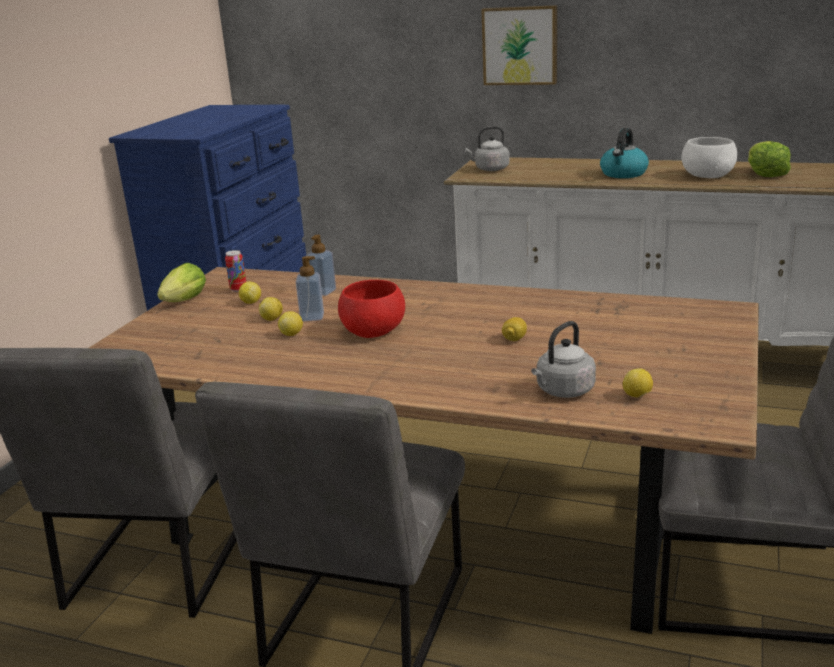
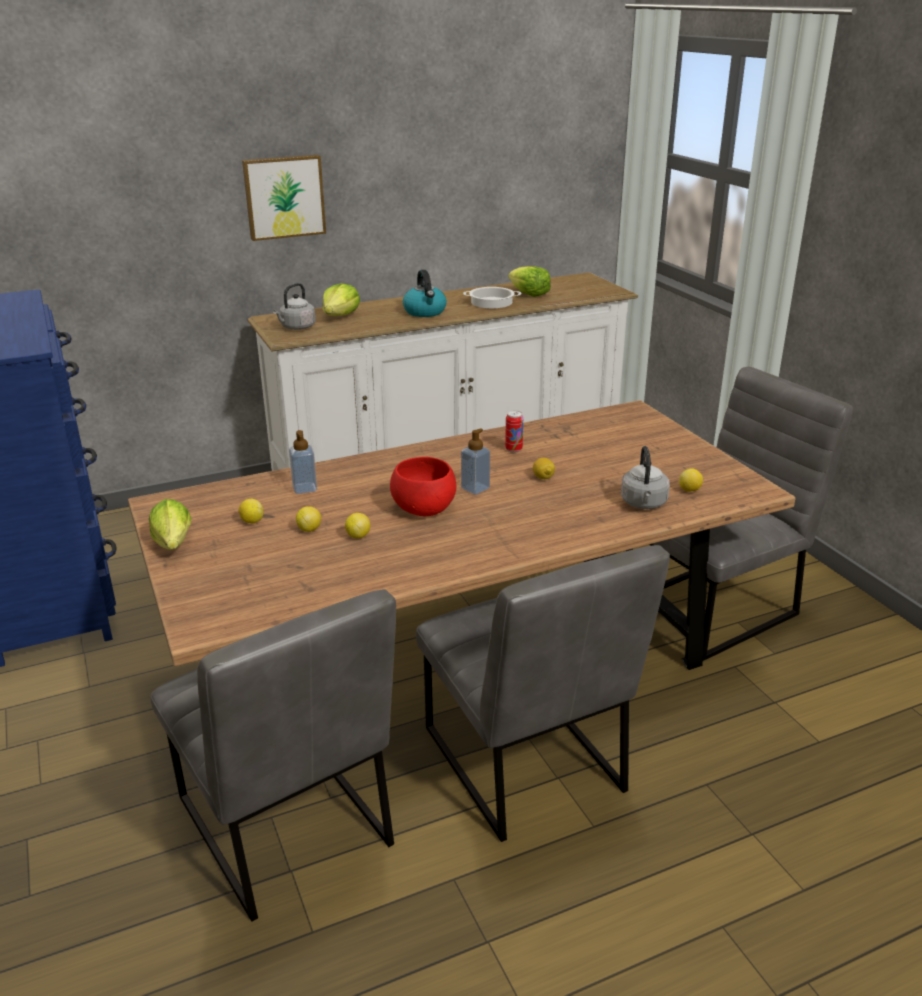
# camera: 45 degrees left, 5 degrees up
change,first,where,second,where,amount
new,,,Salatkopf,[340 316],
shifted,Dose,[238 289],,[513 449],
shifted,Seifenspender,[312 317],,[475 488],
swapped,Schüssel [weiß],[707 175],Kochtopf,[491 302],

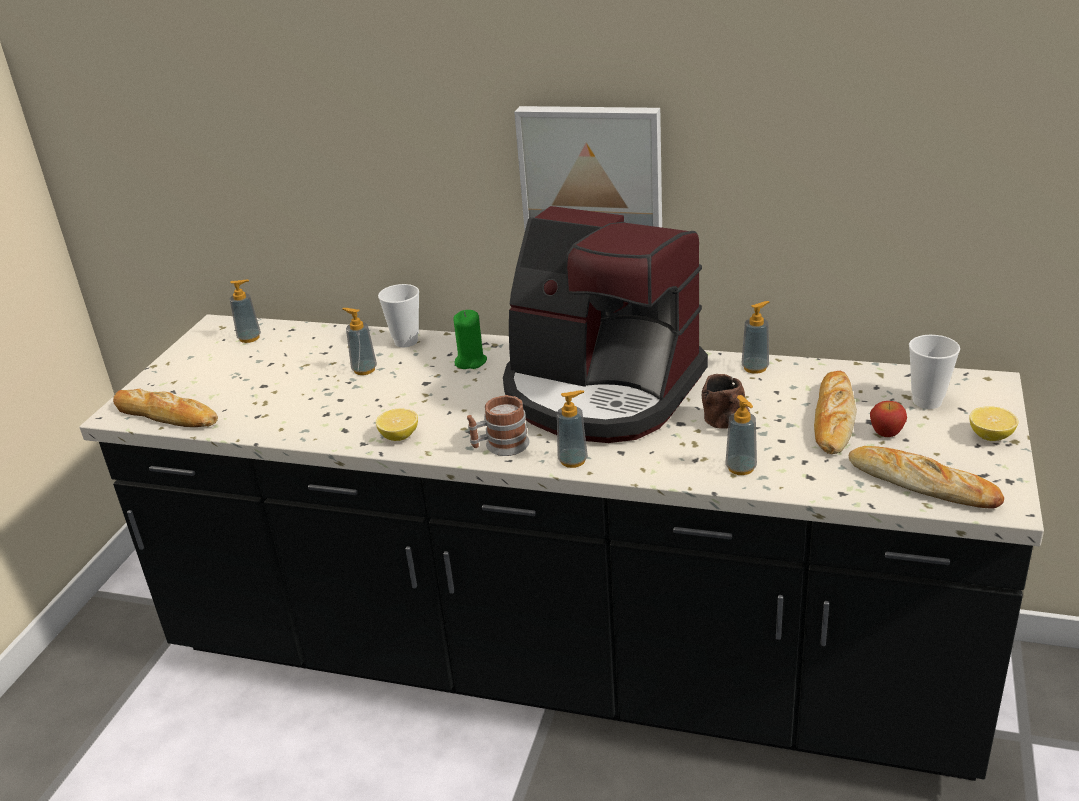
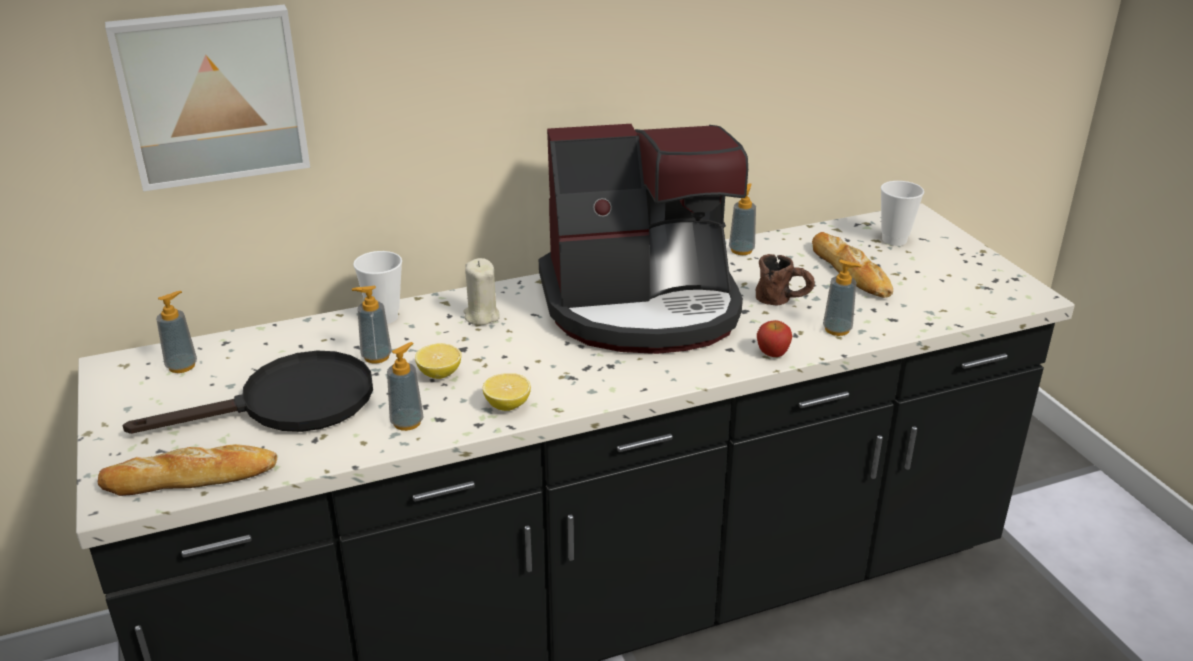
# camera: 40 degrees left, 0 degrees up
change,first,where,second,where,amount
gone,Henkelbecher,[500 446],,,
gone,Brot,[922 484],,,
new,,,Pfanne [schwarz],[289 404],
shifted,Bild,[592 175],,[212 95],
shifted,Seifenspender,[573 460],,[407 422],
shifted,Apfel,[886 433],,[772 353],
shifted,Zitrone,[990 436],,[439 374],
repainted,Kerze [grün],[470 361],Kerze [beige],[481 316],

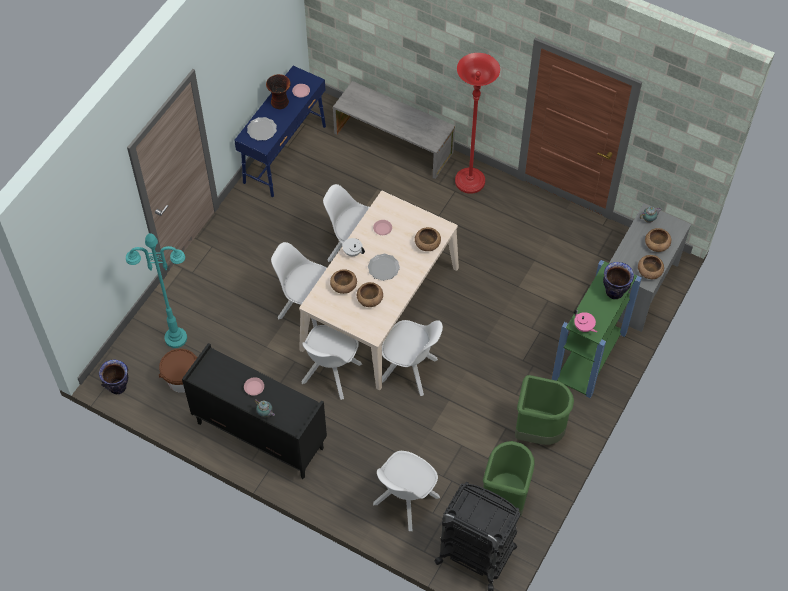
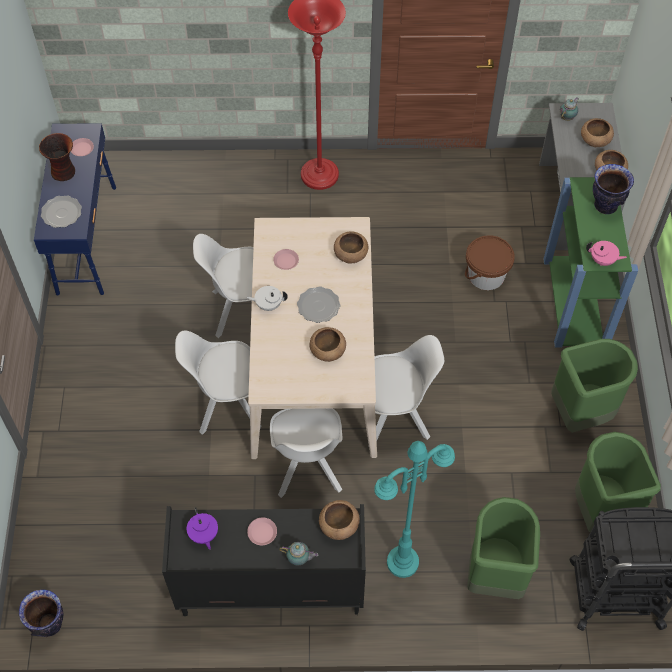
# camera: 30 degrees left, 0 degrees up
change,first,where,second,where,amount
gone,Bank [grau],[394 142],,,
new,,,Teekanne [lila],[203 534],
shifted,Stehlampe [türkis],[176 338],,[403 562],
shifted,Eimer [braun],[182 379],,[486 275],
shifted,Schüssel [braun],[343 286],,[338 525],
swapped,Stuhl [weiß],[405 501],Mülleimer [grün],[494 574],

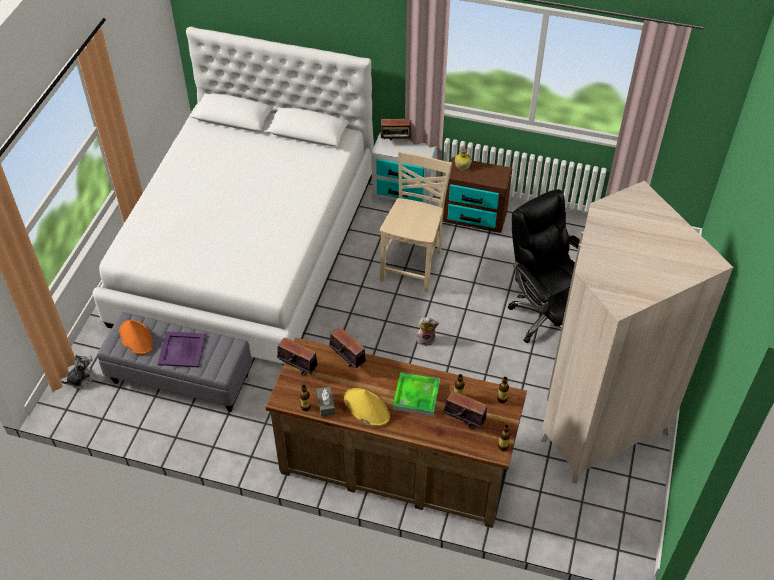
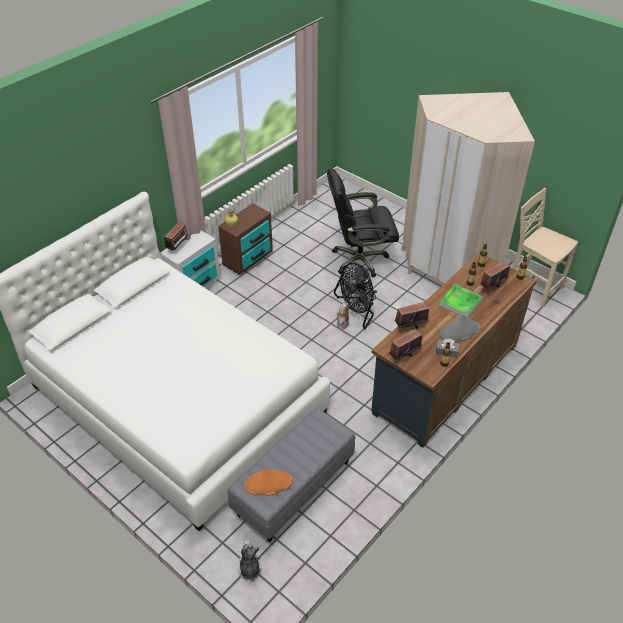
# camera: 65 degrees left, 5 degrees down
change,first,where,second,where,amount
gone,Tablett [lila],[182 350],,,
new,,,Ventilator [schwarz],[358 308],
shifted,Stuhl [beige],[413 266],,[532 286],
repainted,Hut [gelb],[366 408],Hut [grau],[459 331],

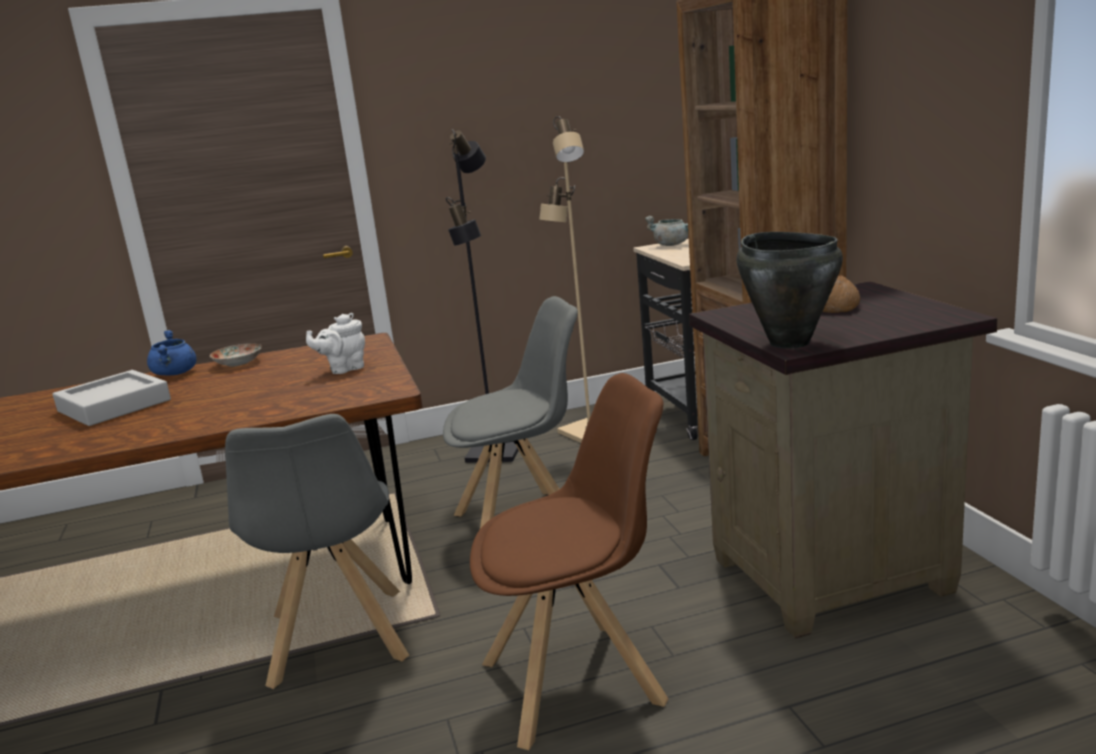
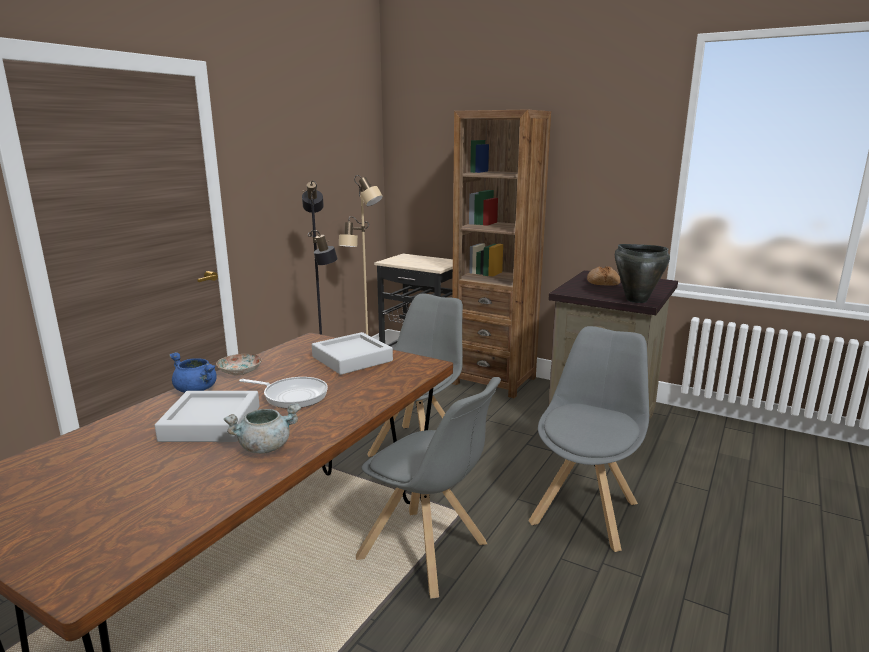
# camera: 45 degrees left, 0 degrees up
change,first,where,second,where,amount
new,,,Pfanne,[292 396],
shifted,Kochtopf [grau],[672 245],,[265 447],
swapped,Teekanne [weiß],[344 369],Tablett [grau],[352 359],
repainted,Stuhl [braun],[580 679],Stuhl [grau],[585 509],

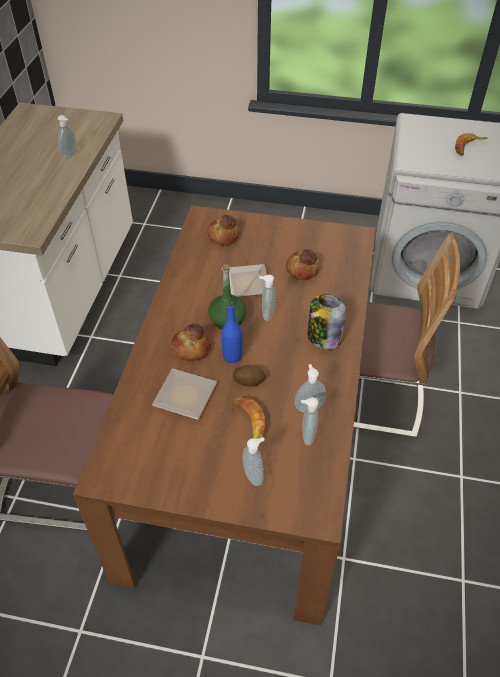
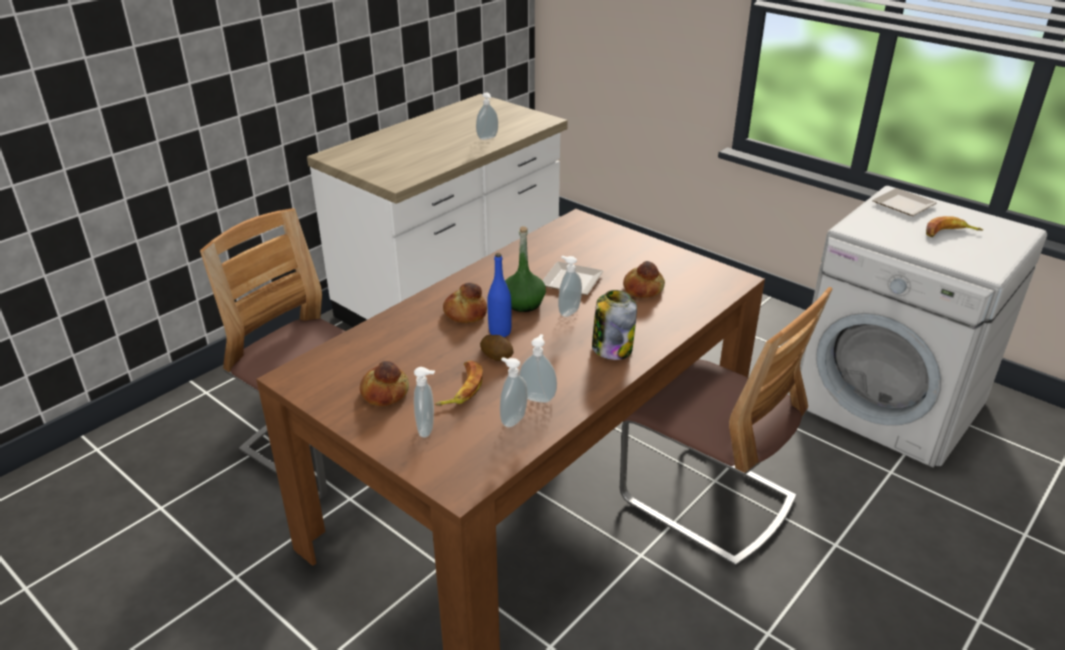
# camera: 30 degrees right, 15 degrees down
change,first,where,second,where,amount
shifted,Teller,[184 394],,[902 204],
shifted,Brot,[223 236],,[384 392],

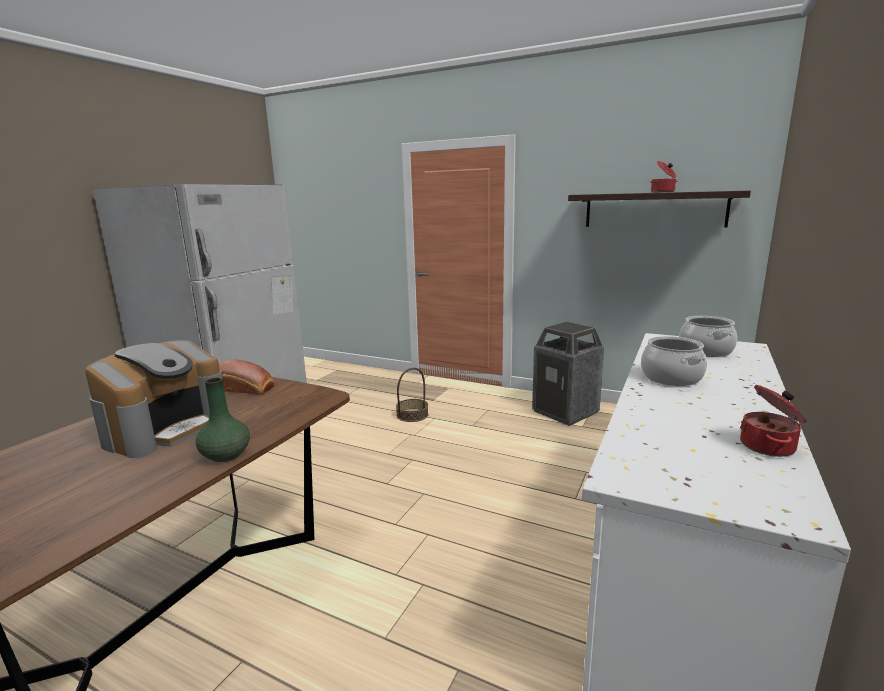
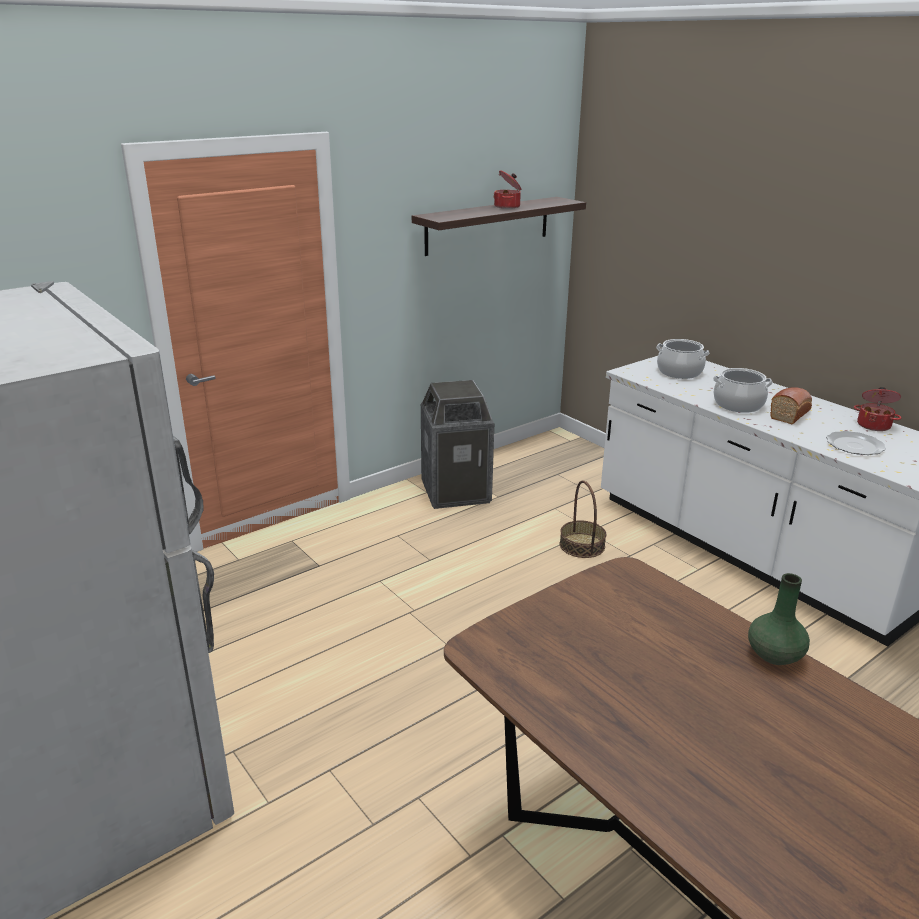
# camera: 65 degrees left, 10 degrees up
change,first,where,second,where,amount
gone,Kaffeemaschine,[166 428],,,
new,,,Teller,[854 446],
shifted,Brot,[248 389],,[790 414],
shifted,Korb,[412 415],,[582 545],

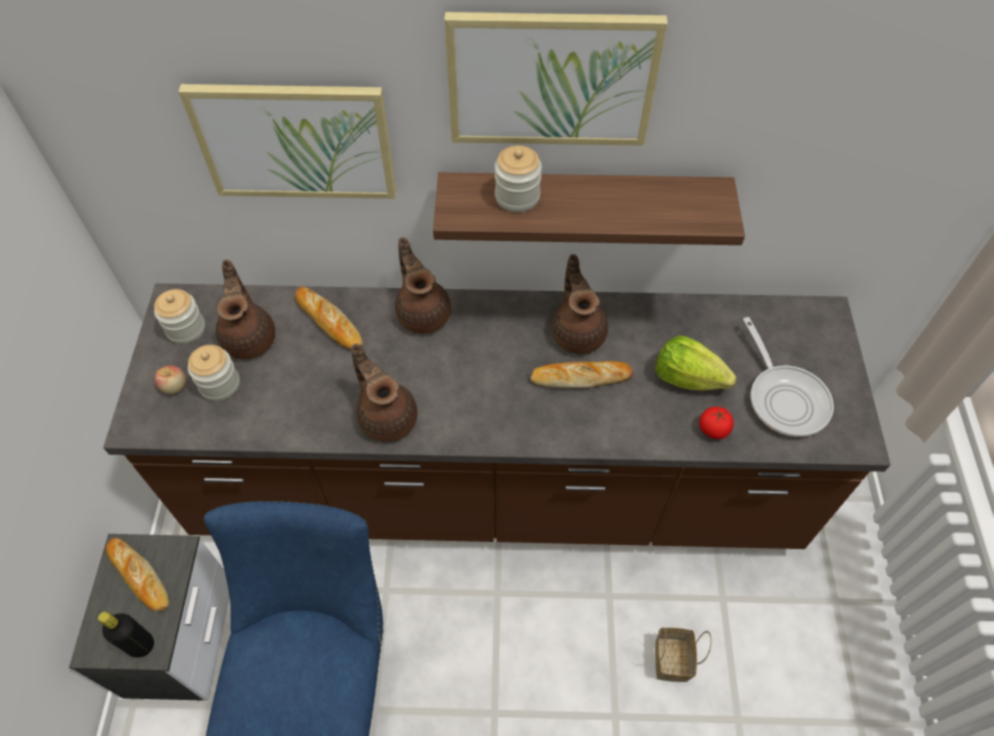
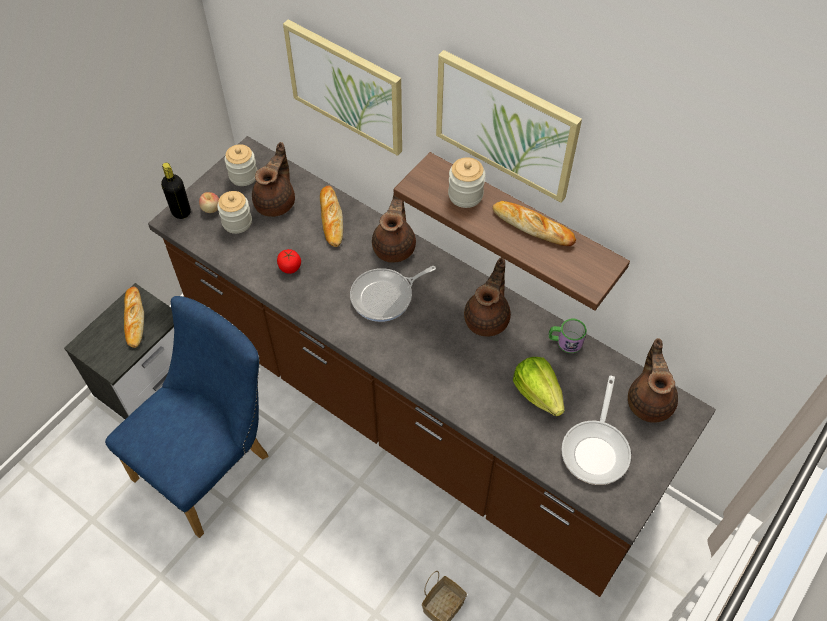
# camera: 35 degrees right, 0 degrees up
change,first,where,second,where,amount
new,,,Pfanne,[385 297],
new,,,Henkelbecher,[565 341],
shifted,Flasche [schwarz],[140 645],,[181 212],
shifted,Teekanne [braun],[387 416],,[650 401],
shifted,Brot,[580 377],,[533 226],
shifted,Tomate,[713 429],,[290 267],

